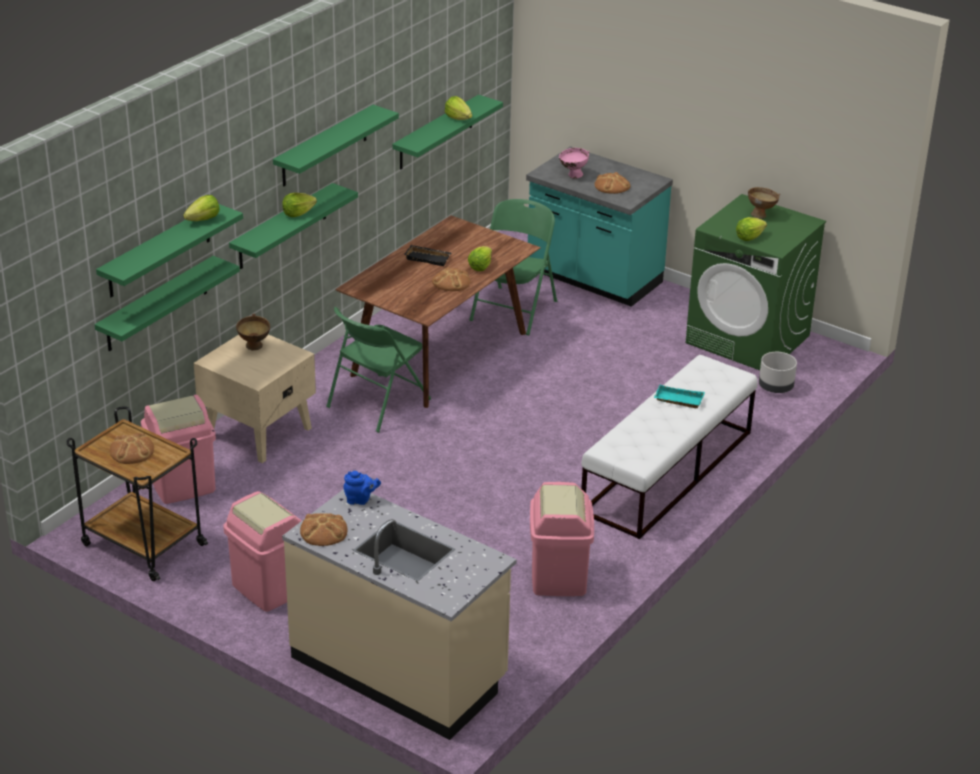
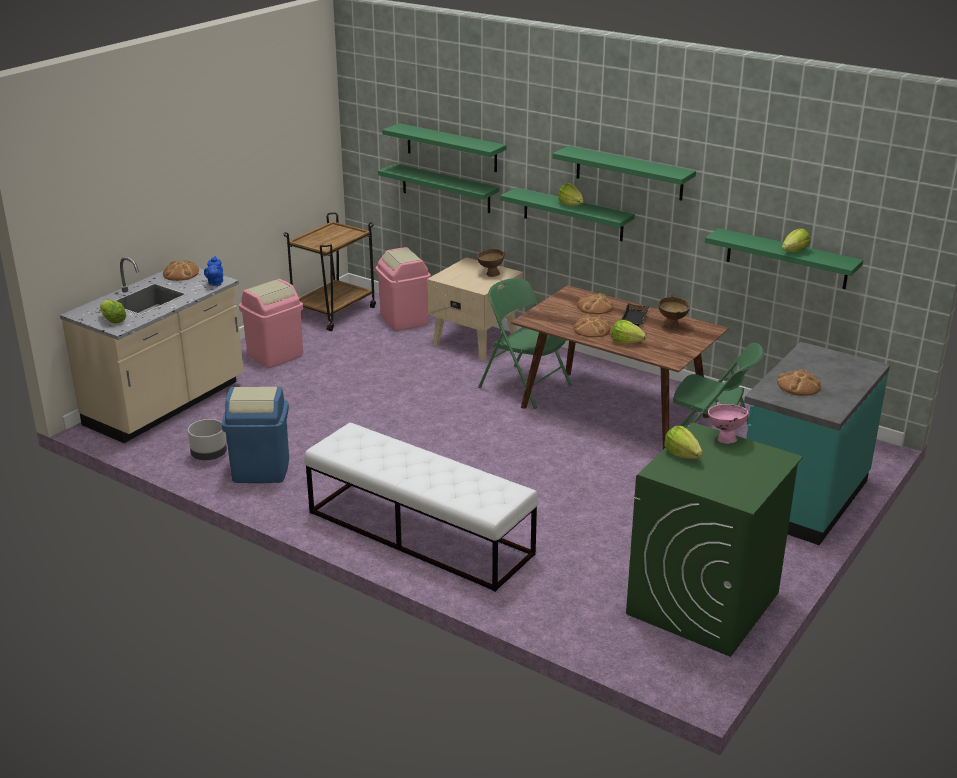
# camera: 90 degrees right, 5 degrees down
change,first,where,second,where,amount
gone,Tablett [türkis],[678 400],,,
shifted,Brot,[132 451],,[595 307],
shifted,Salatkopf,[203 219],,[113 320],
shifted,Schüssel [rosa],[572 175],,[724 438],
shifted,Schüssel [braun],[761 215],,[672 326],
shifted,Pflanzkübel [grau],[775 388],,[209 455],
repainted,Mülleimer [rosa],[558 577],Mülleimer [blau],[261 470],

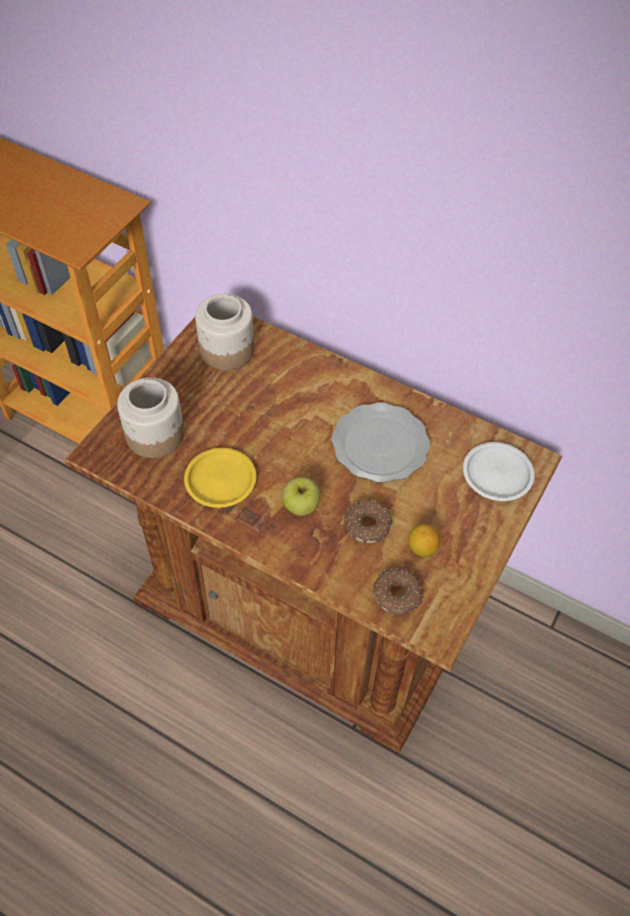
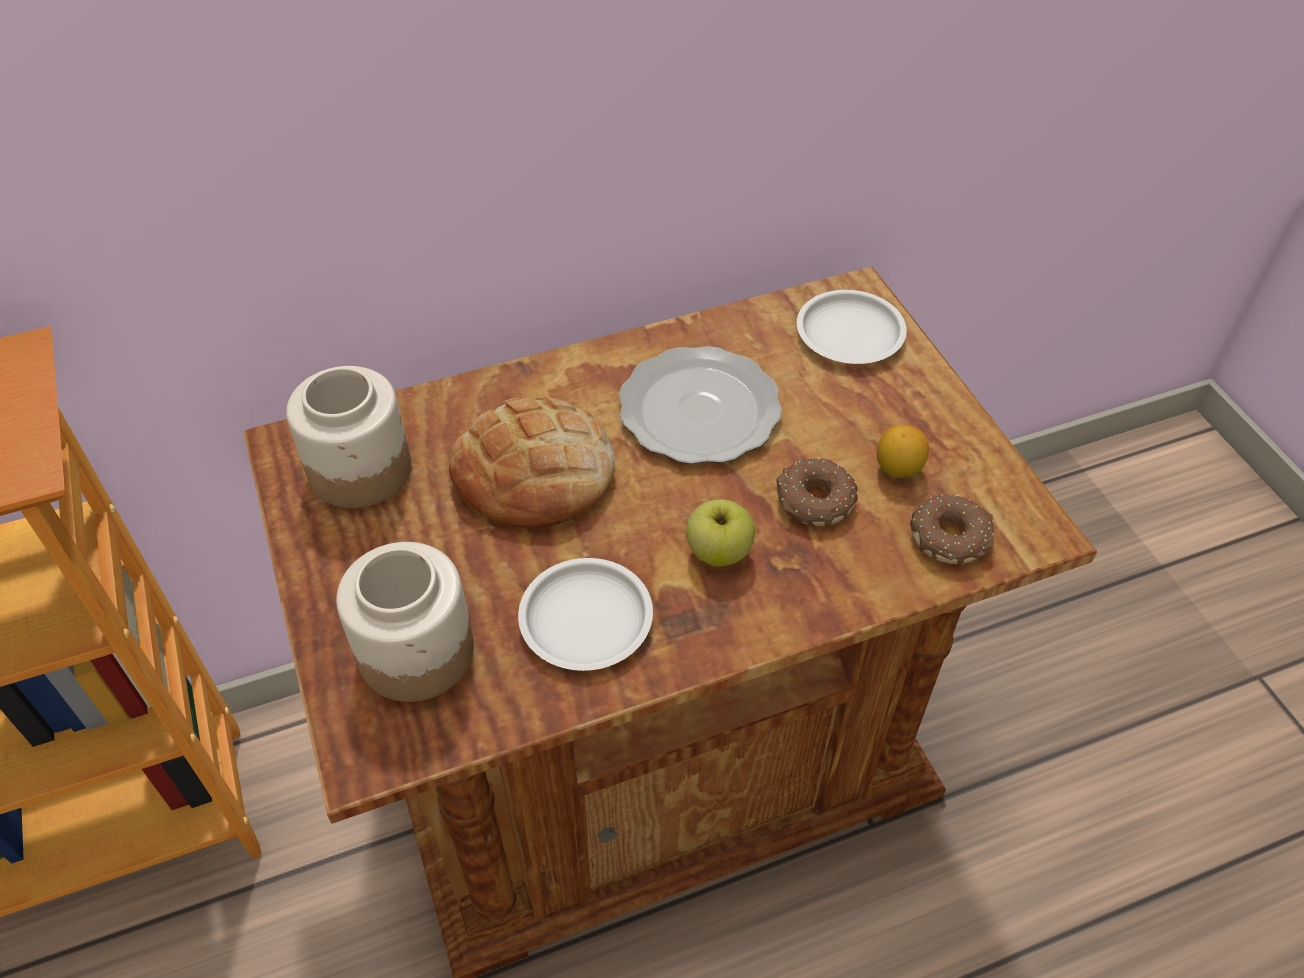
# camera: 50 degrees left, 5 degrees down
change,first,where,second,where,amount
new,,,Brot,[535 472],
repainted,Teller [gelb],[220 480],Teller [weiß],[585 619],

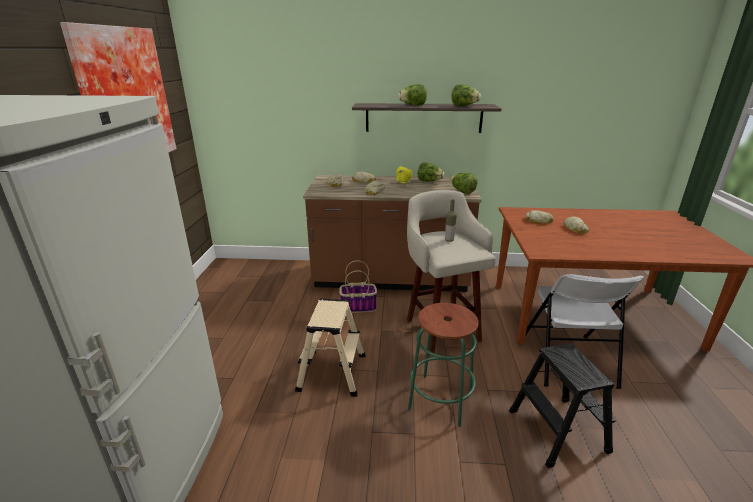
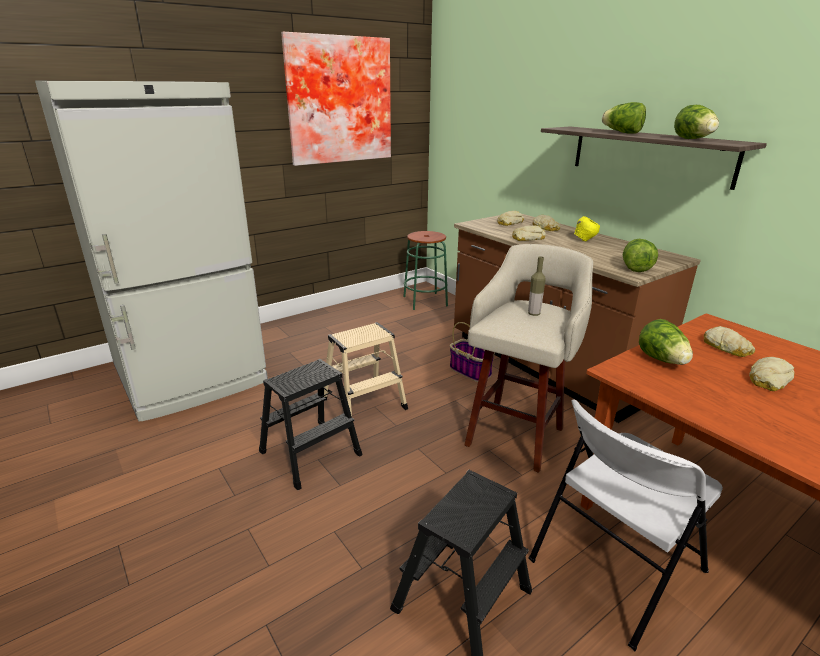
# camera: 50 degrees right, 0 degrees up
change,first,where,second,where,amount
new,,,Trittleiter [schwarz],[310 452],
shifted,Hocker [grün],[440 399],,[425 301],
shifted,Salatkopf,[429 181],,[662 360],

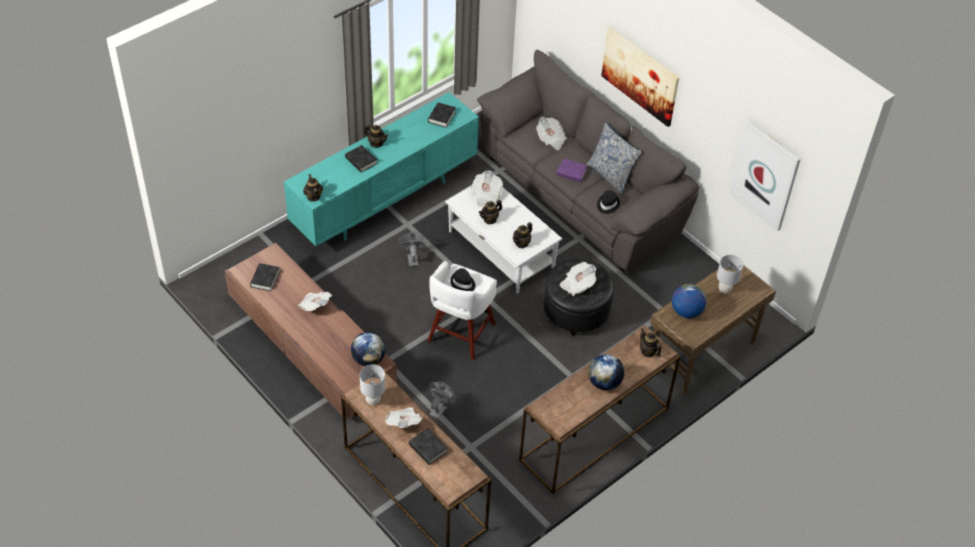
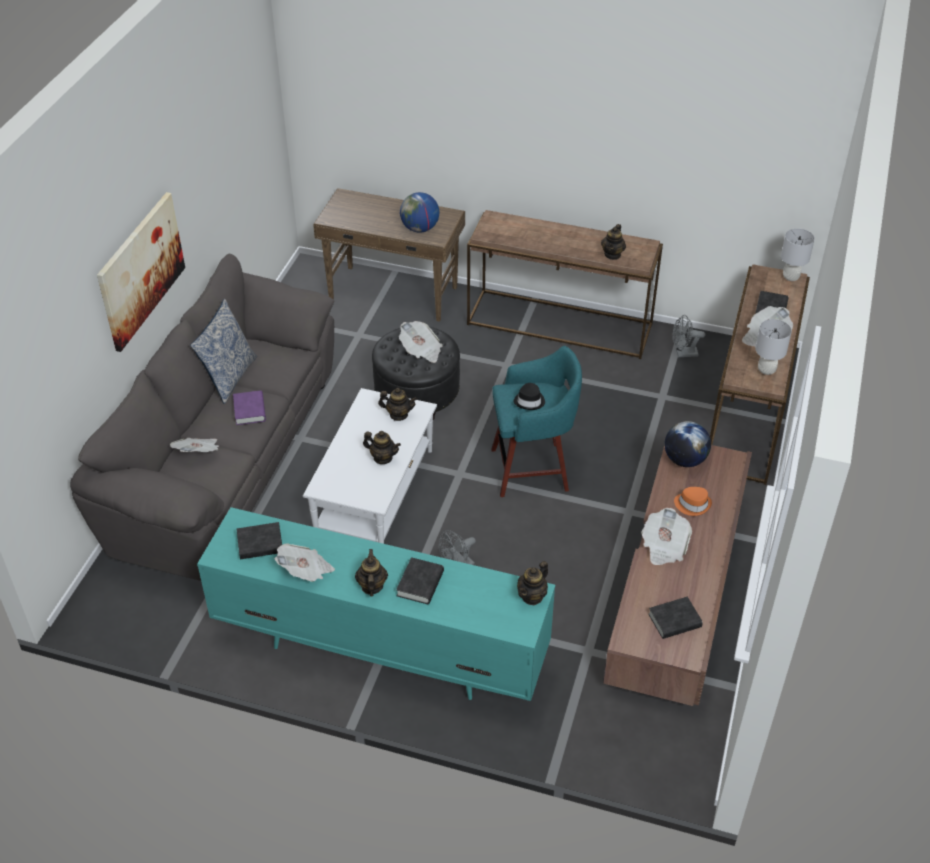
# camera: 120 degrees left, 5 degrees down
change,first,where,second,where,amount
gone,Globus,[604 382],,,
gone,Hut [schwarz],[607 204],,,
gone,Bild,[765 175],,,
new,,,Hut [orange],[692 504],
shifted,Ventilator [grau],[439 408],,[683 354],
shifted,Zeitung,[486 195],,[306 572],
shifted,Teekanne,[648 351],,[612 254],
shifted,Tischlampe [grau],[725 290],,[790 277],
repainted,Hocker [weiß],[460 334],Hocker [türkis],[532 469],

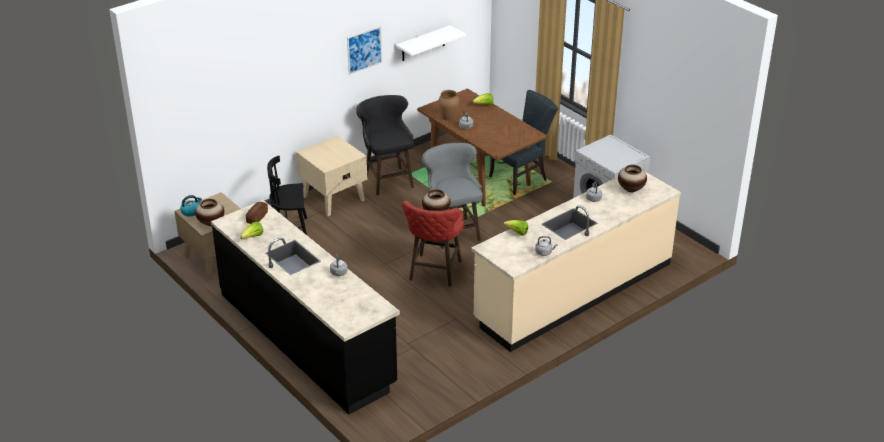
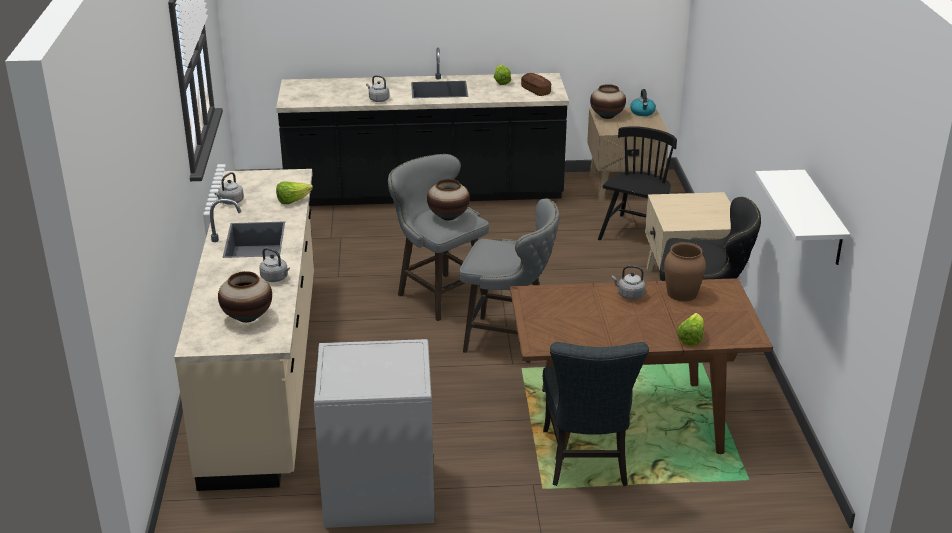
# camera: 125 degrees right, 5 degrees down
change,first,where,second,where,amount
gone,Bild,[364 50],,,
repainted,Hocker [rot],[434 272],Hocker [grau],[439 295],

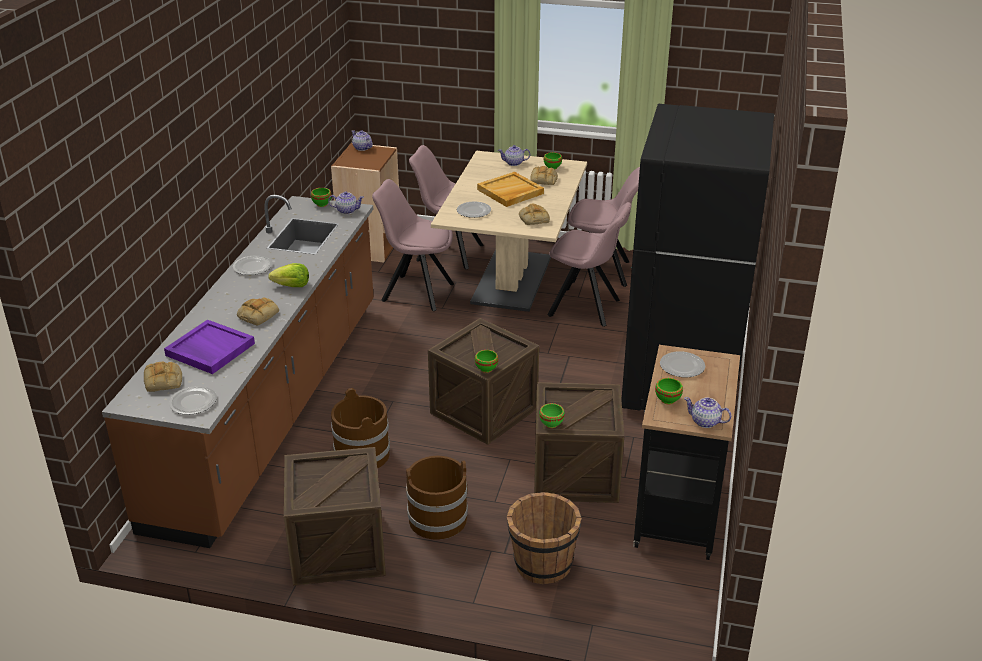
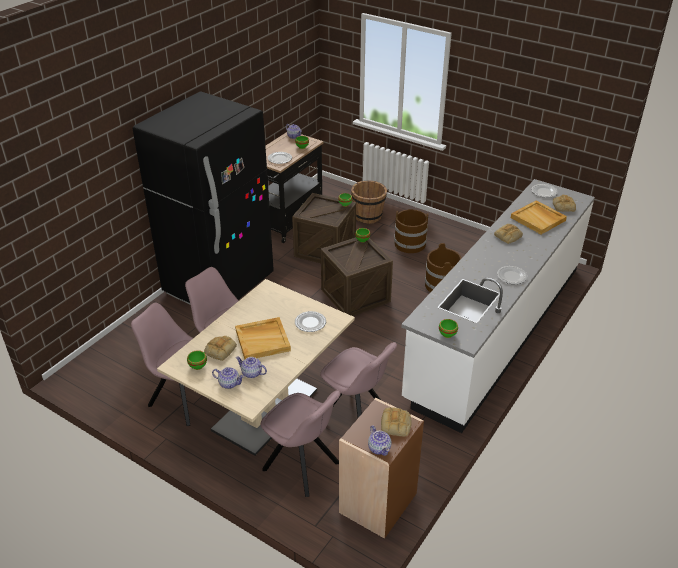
# camera: 160 degrees left, 5 degrees up
change,first,where,second,where,amount
gone,Salatkopf,[292 286],,,
gone,Kiste,[338 548],,,
shifted,Teekanne,[346 210],,[252 373],
shifted,Brot,[533 218],,[396 425],
repainted,Küchenzeile [braun],[272 407],Küchenzeile [weiß],[495 330],
repainted,Tablett [lila],[209 349],Tablett [beige],[538 219],

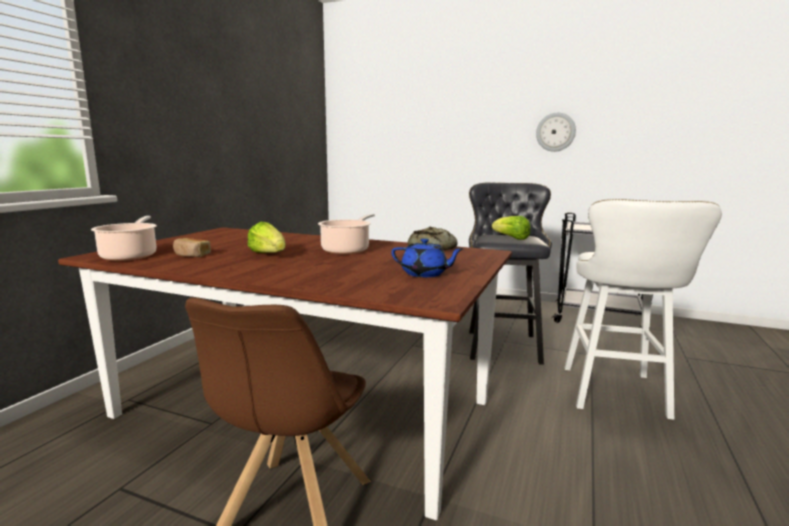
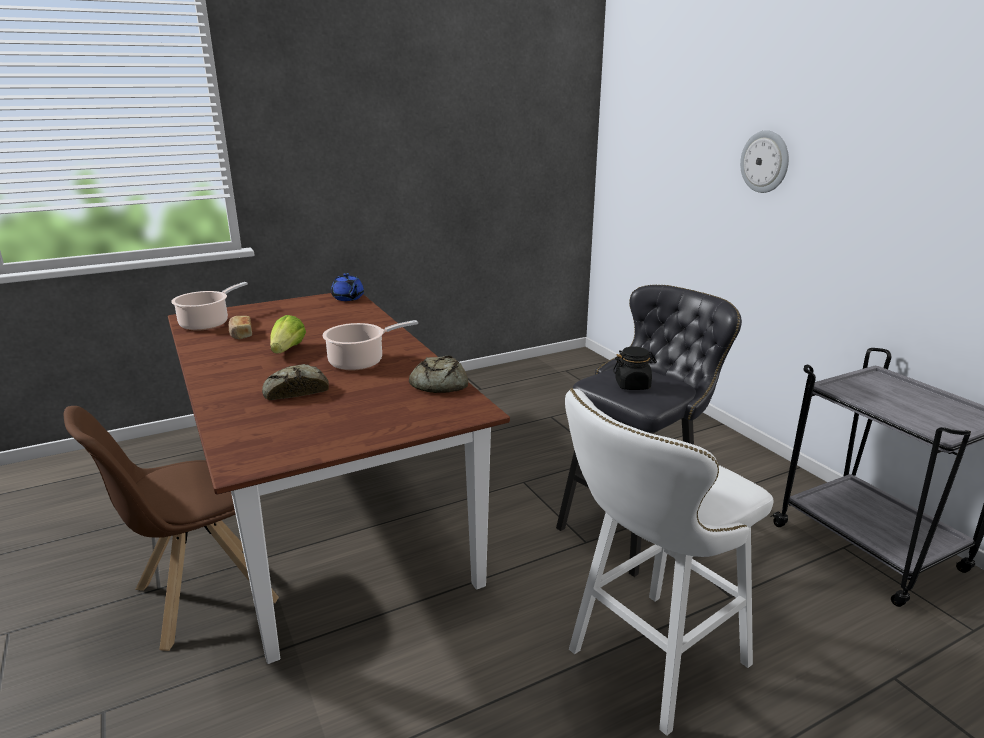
# camera: 40 degrees right, 10 degrees up
change,first,where,second,where,amount
new,,,Brot,[295 390],
shifted,Teekanne [blau],[425 274],,[348 298],
shifted,Wanduhr,[555 132],,[765 161],
swapped,Salatkopf,[511 238],Vorratsglas [schwarz],[632 385],

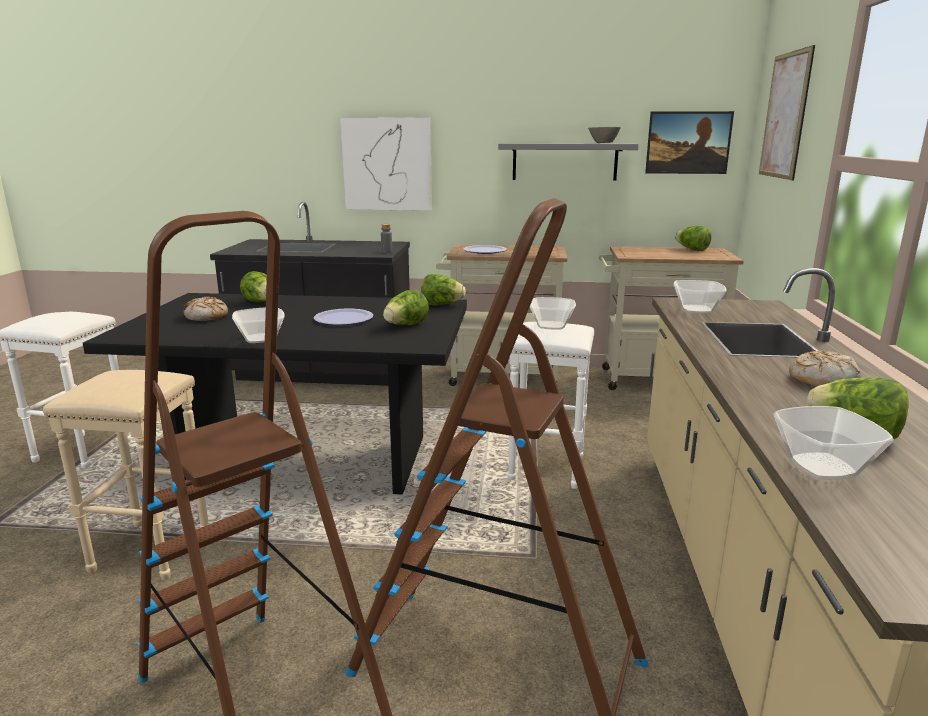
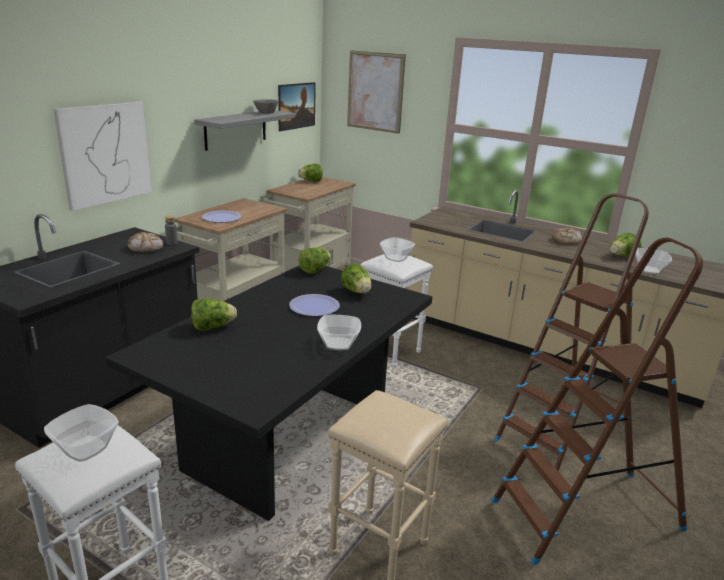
# camera: 65 degrees left, 5 degrees up
change,first,where,second,where,amount
shifted,Brot,[206 317],,[146 248],
shifted,Schüssel,[696 310],,[85 449],

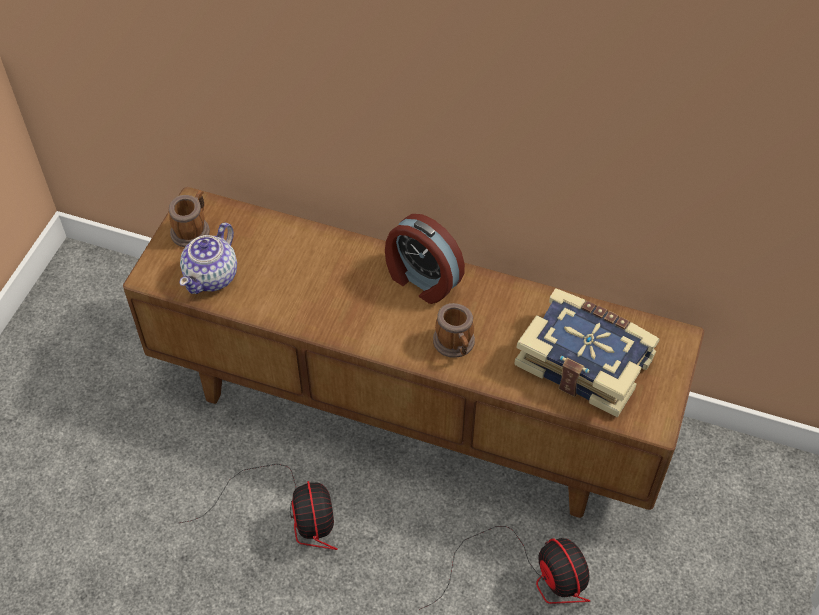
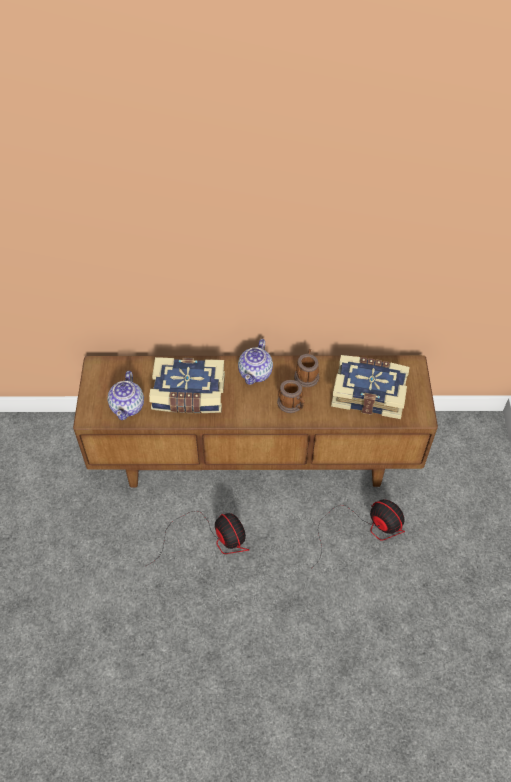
# camera: 20 degrees left, 0 degrees up
change,first,where,second,where,amount
new,,,Buch,[188 395],
shifted,Henkelbecher,[192 229],,[306 375],
swapped,Wecker,[421 280],Teekanne,[256 373],

